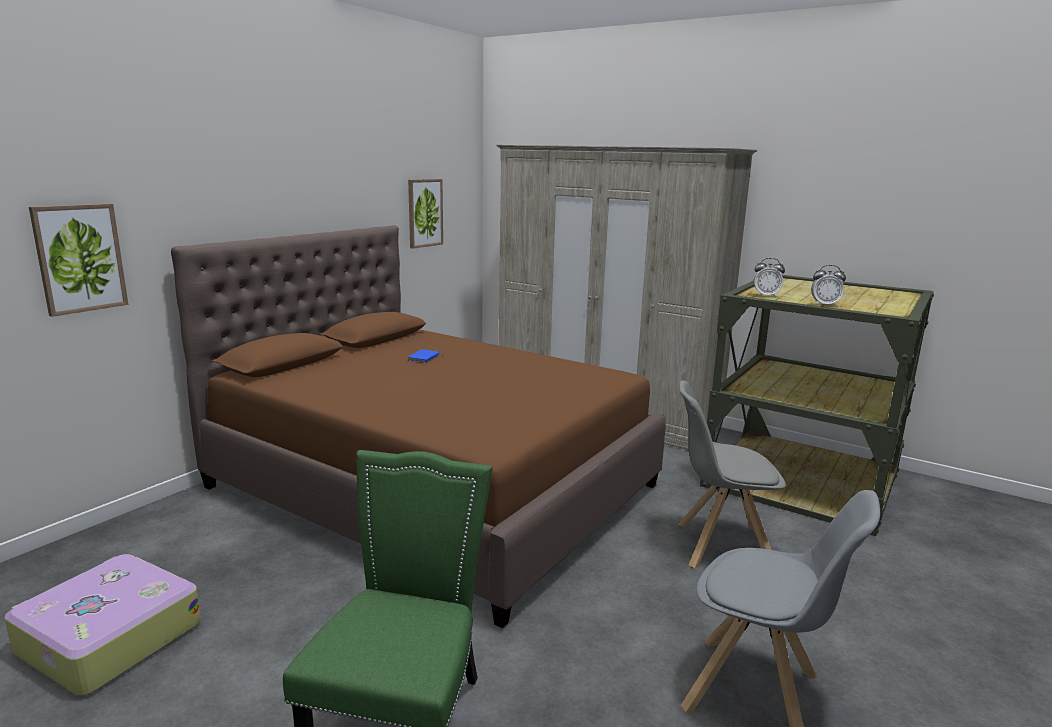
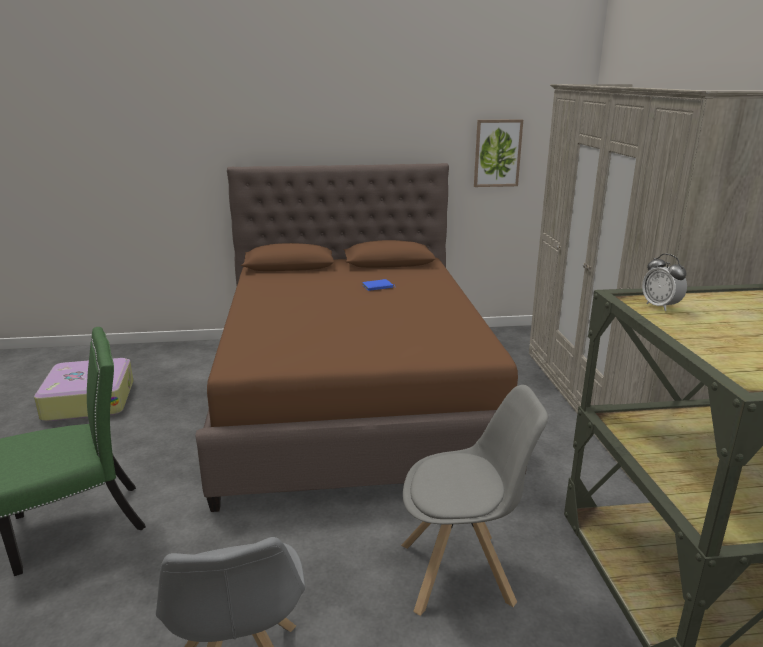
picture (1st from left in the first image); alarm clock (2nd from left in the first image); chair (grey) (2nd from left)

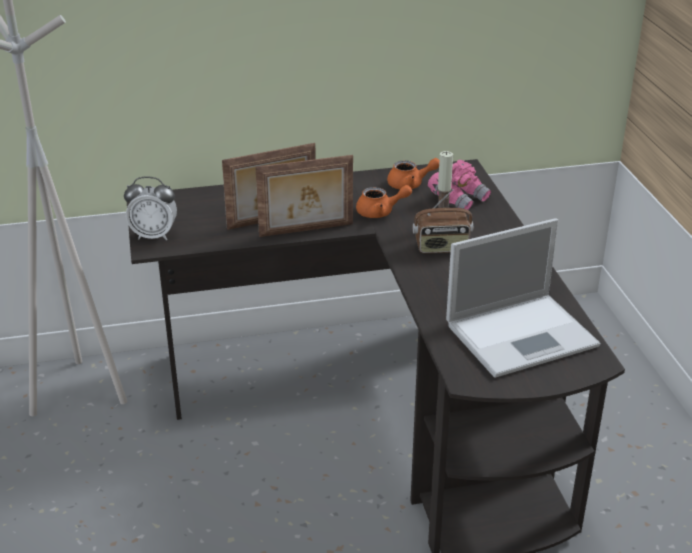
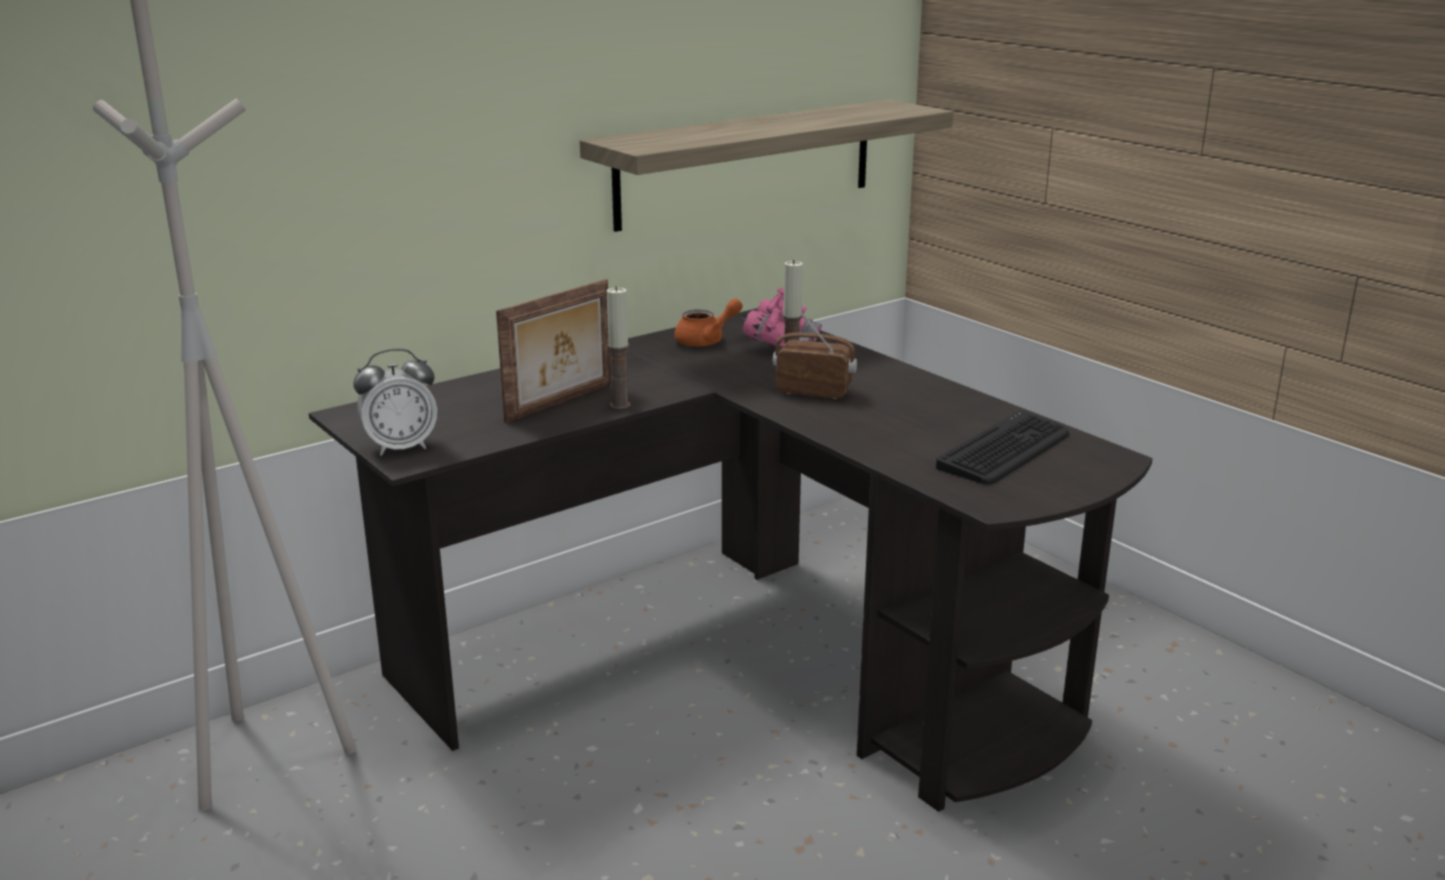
teapot (orange) (1st from left in the first image); shelf; candle (1st from left); keyboard; radio

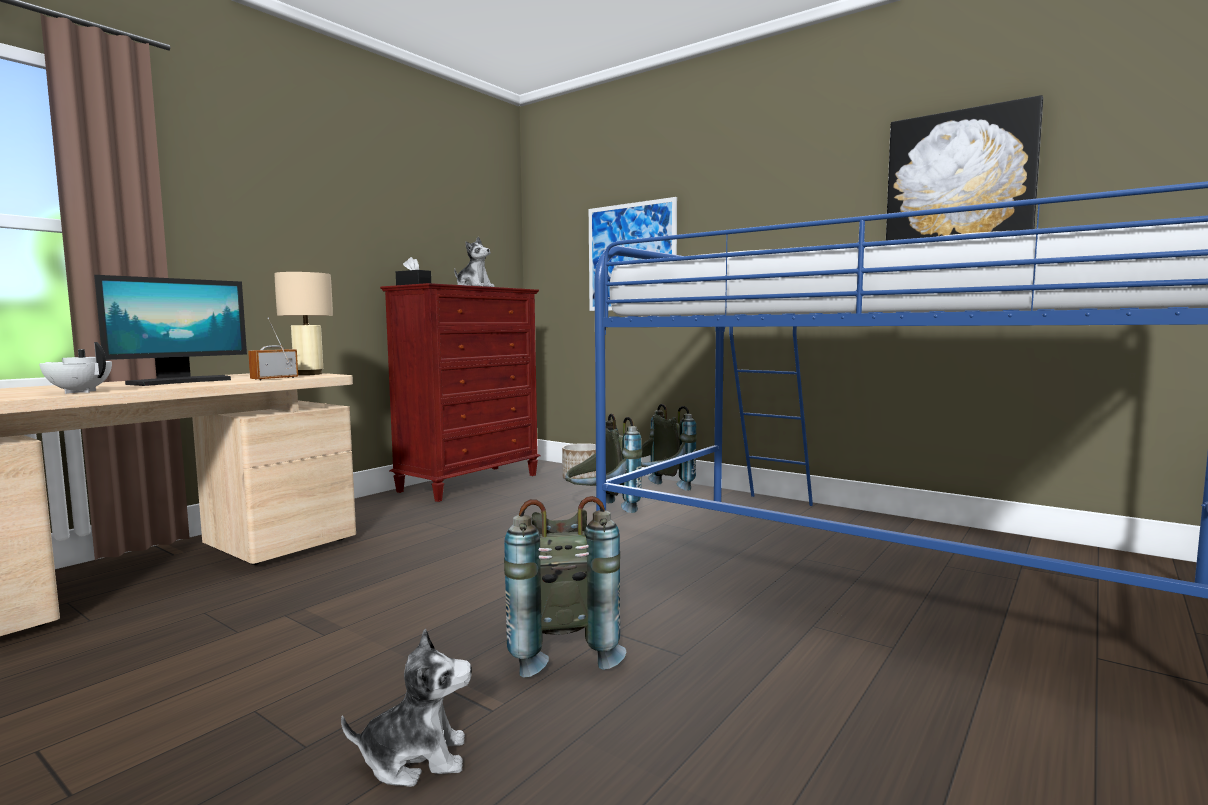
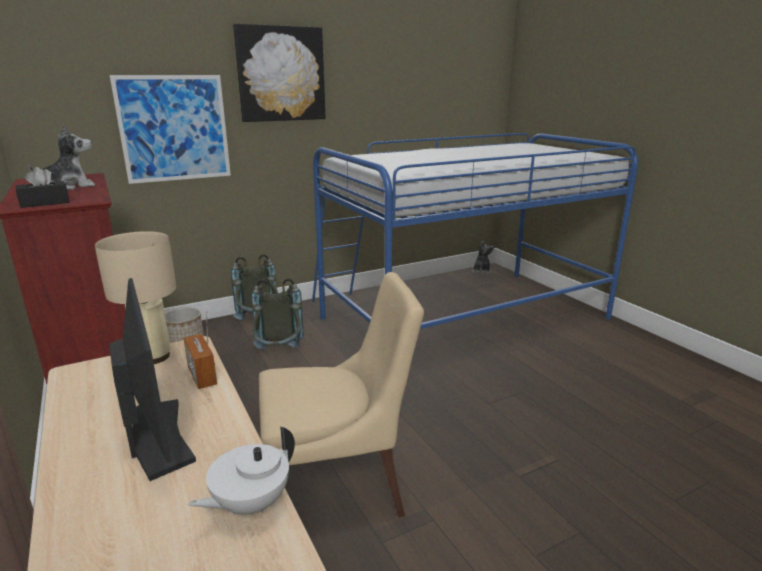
backpack (grey) (1st from left in the first image); chair (beige); plush toy (2nd from left); picture (2nd from left)

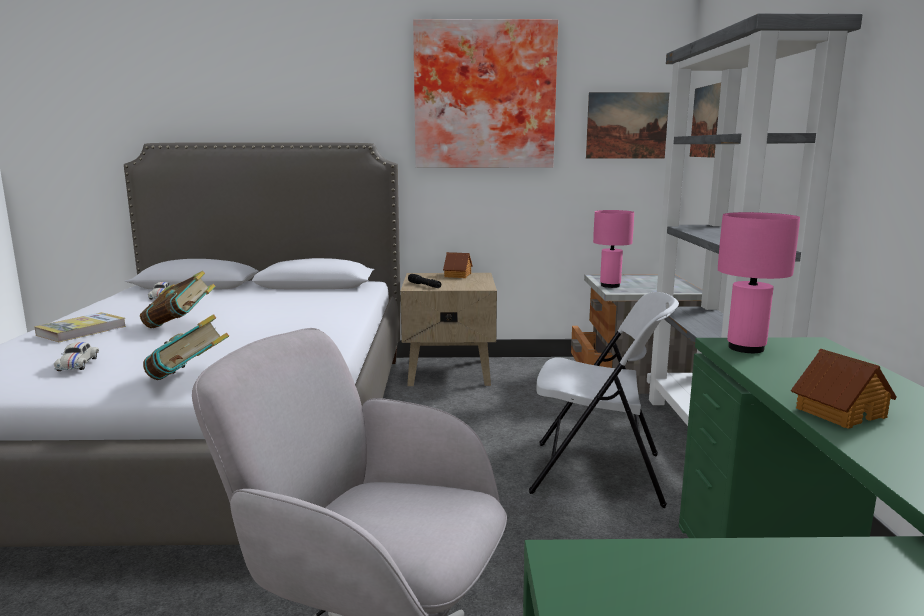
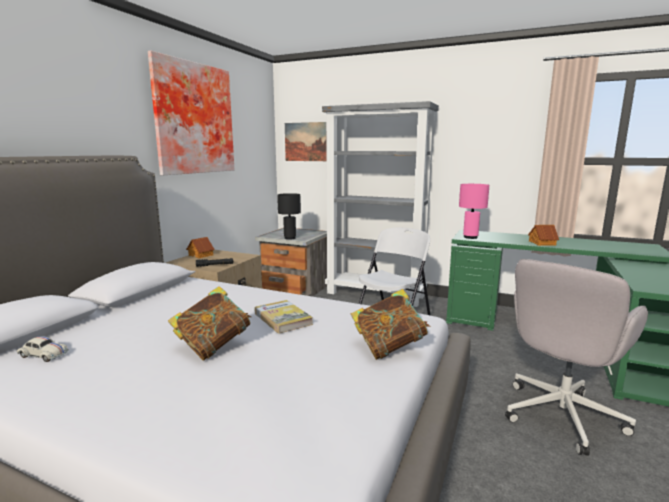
toy car (white) (1st from left in the first image); picture (2nd from left in the first image); book (2nd from left); table lamp (black)

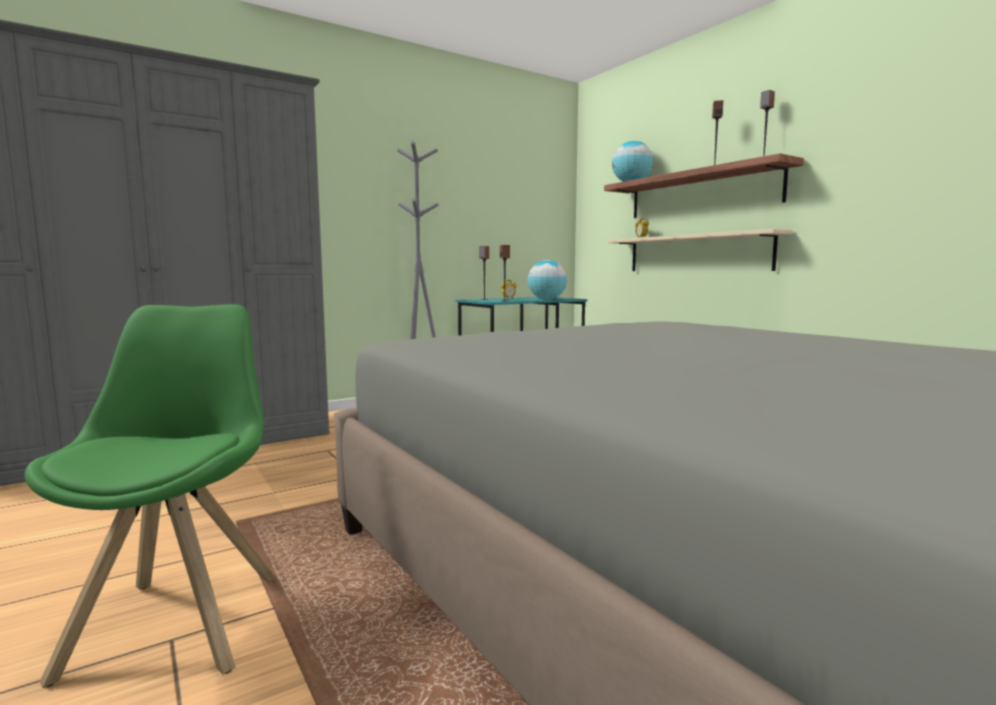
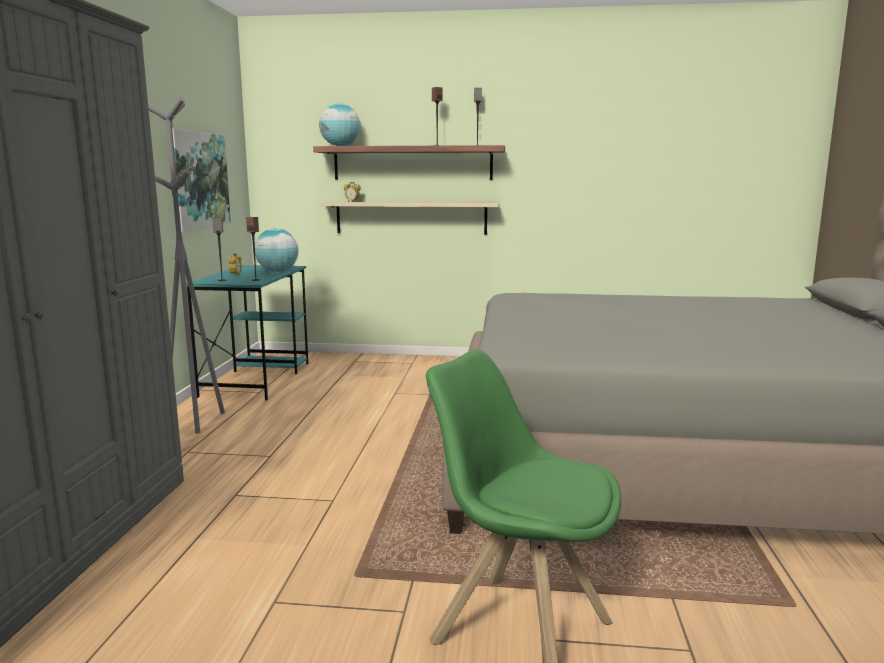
picture

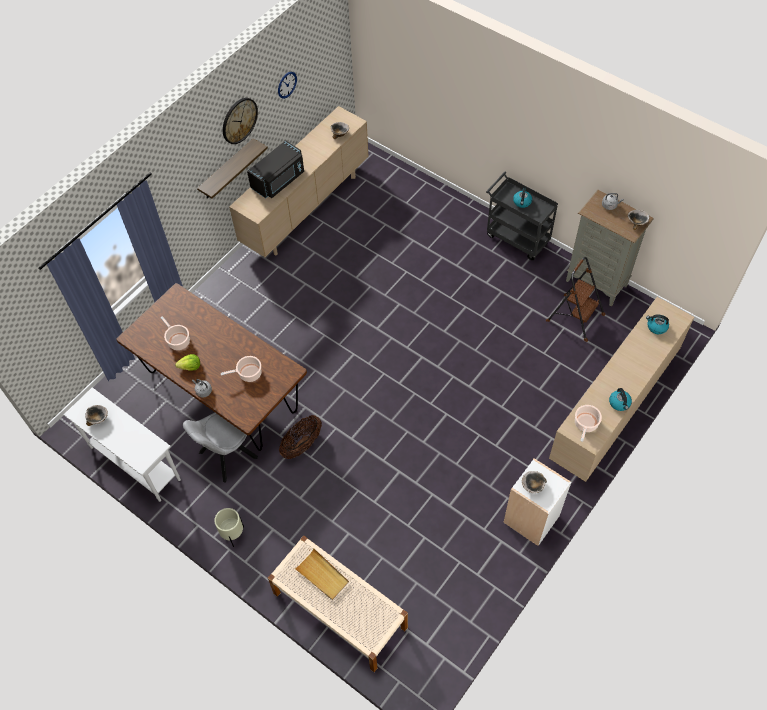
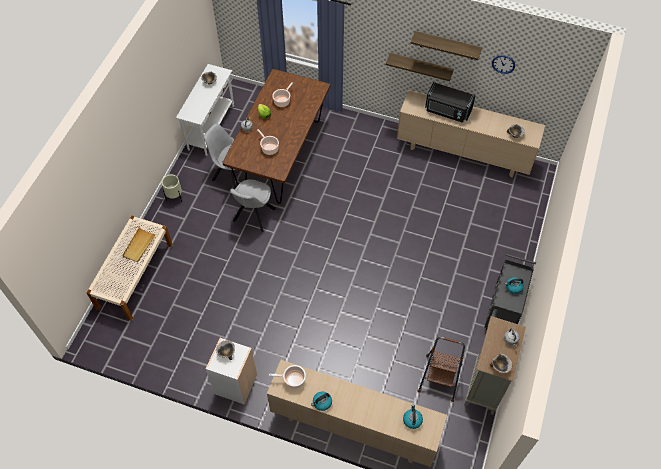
shelf (2nd from left); chair (grey) (2nd from left)

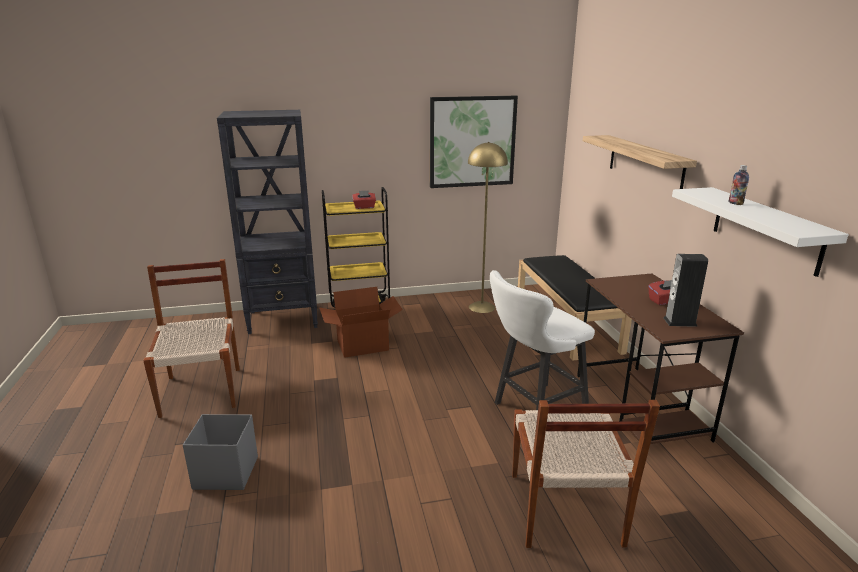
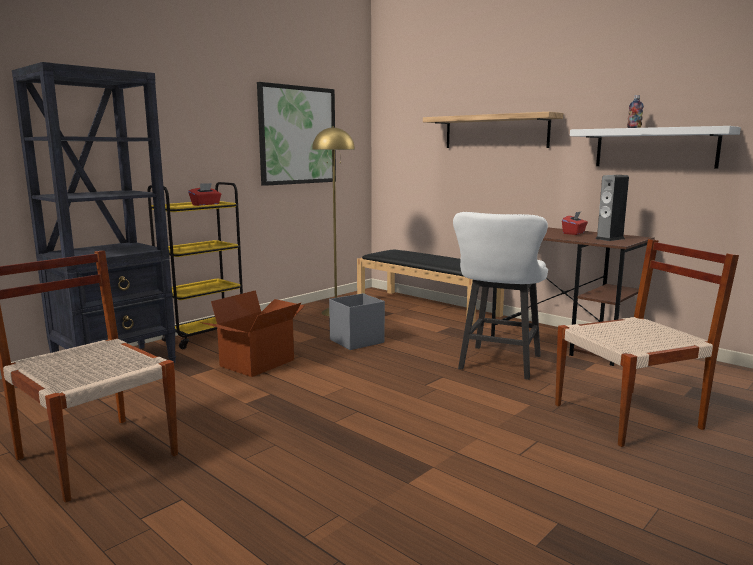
storage box (grey); chair (2nd from left)

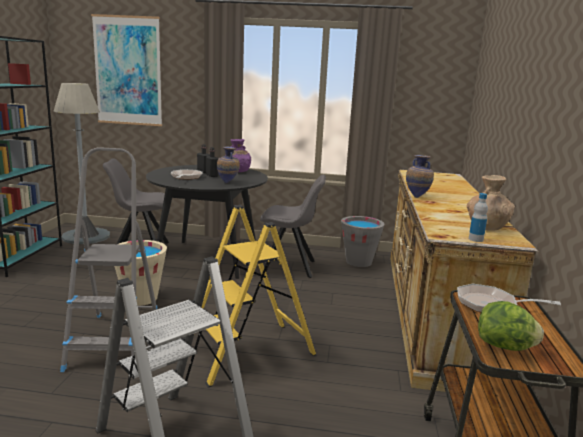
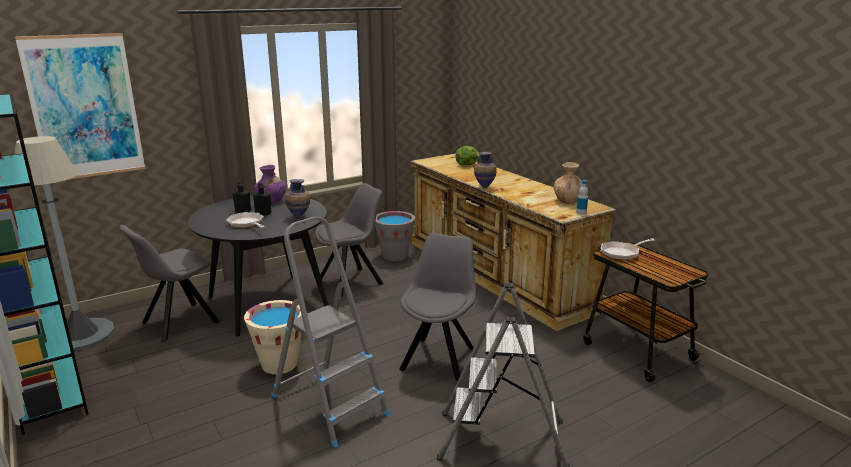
lettuce; chair (grey) (3rd from left)

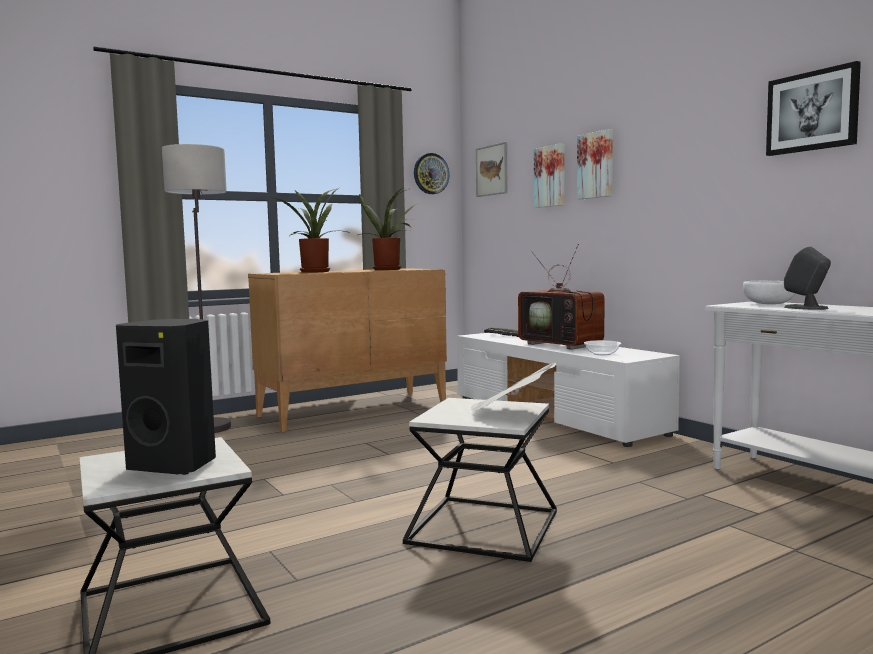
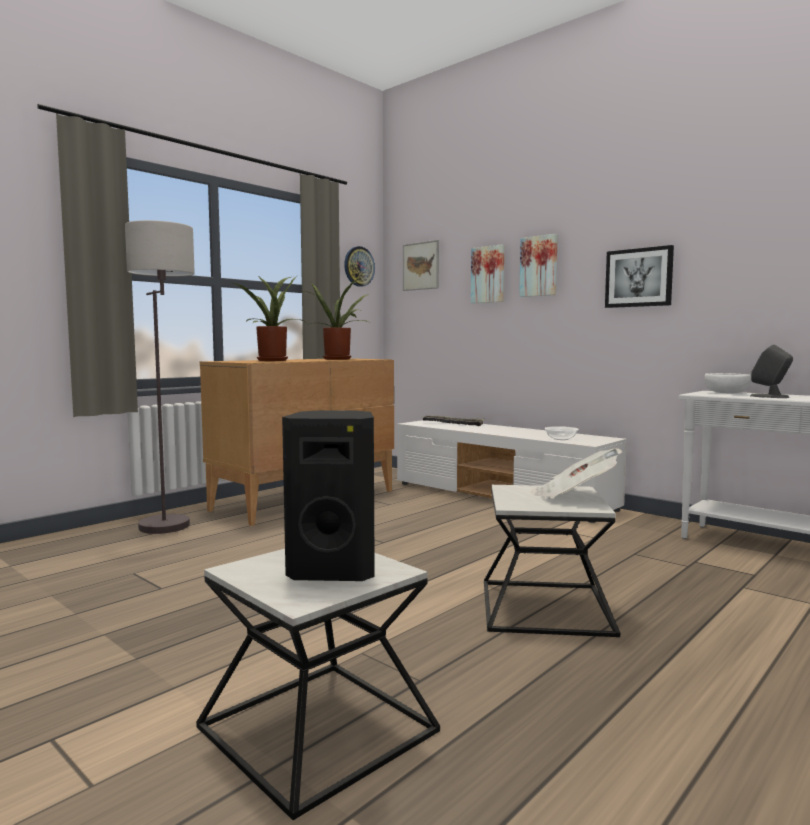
television; picture (4th from left)

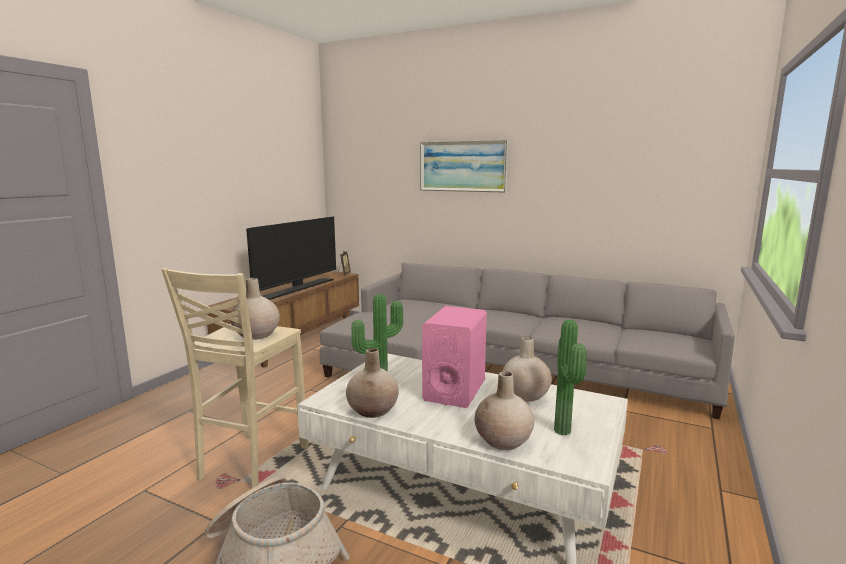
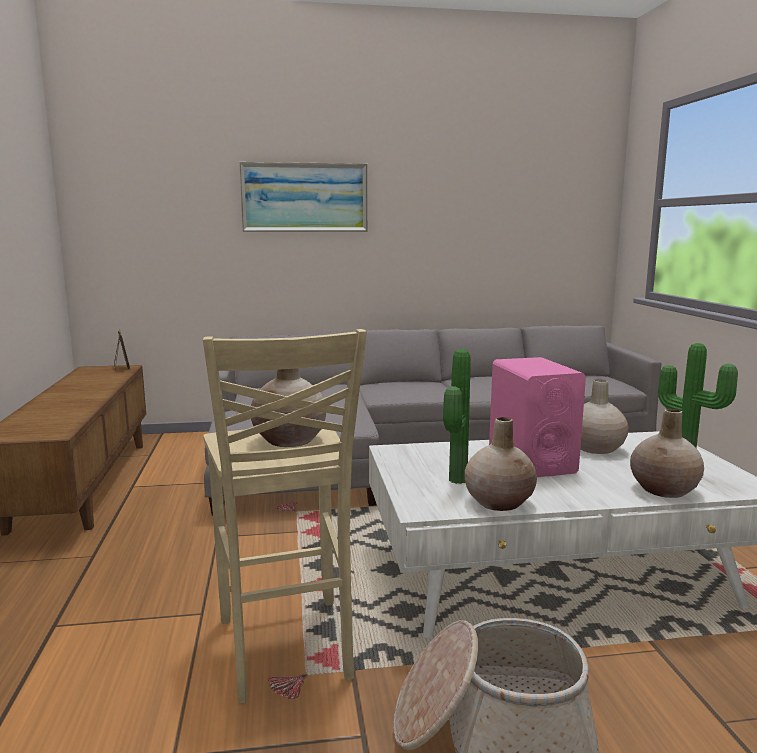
television

